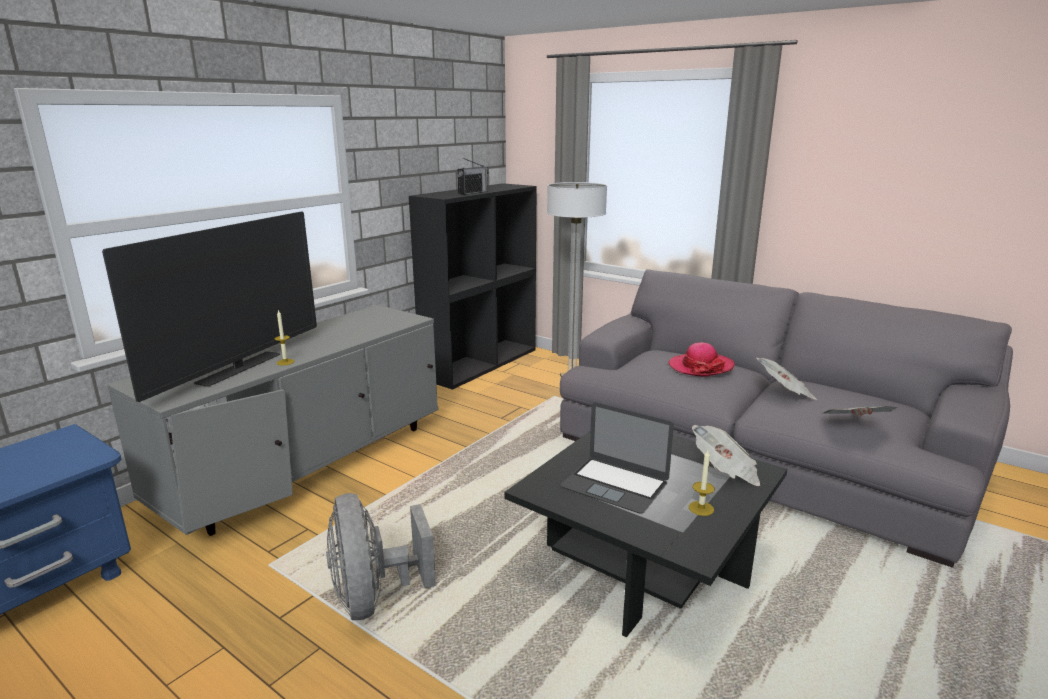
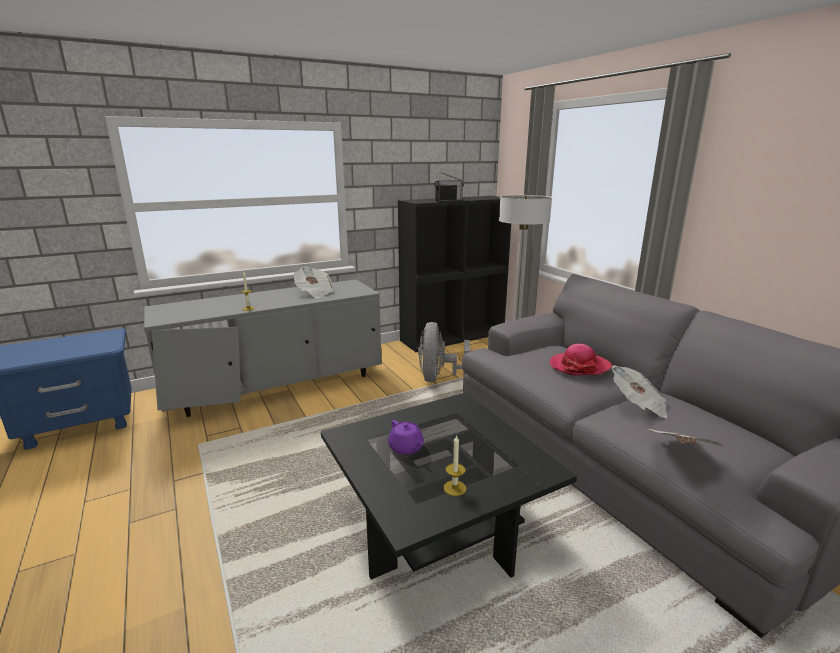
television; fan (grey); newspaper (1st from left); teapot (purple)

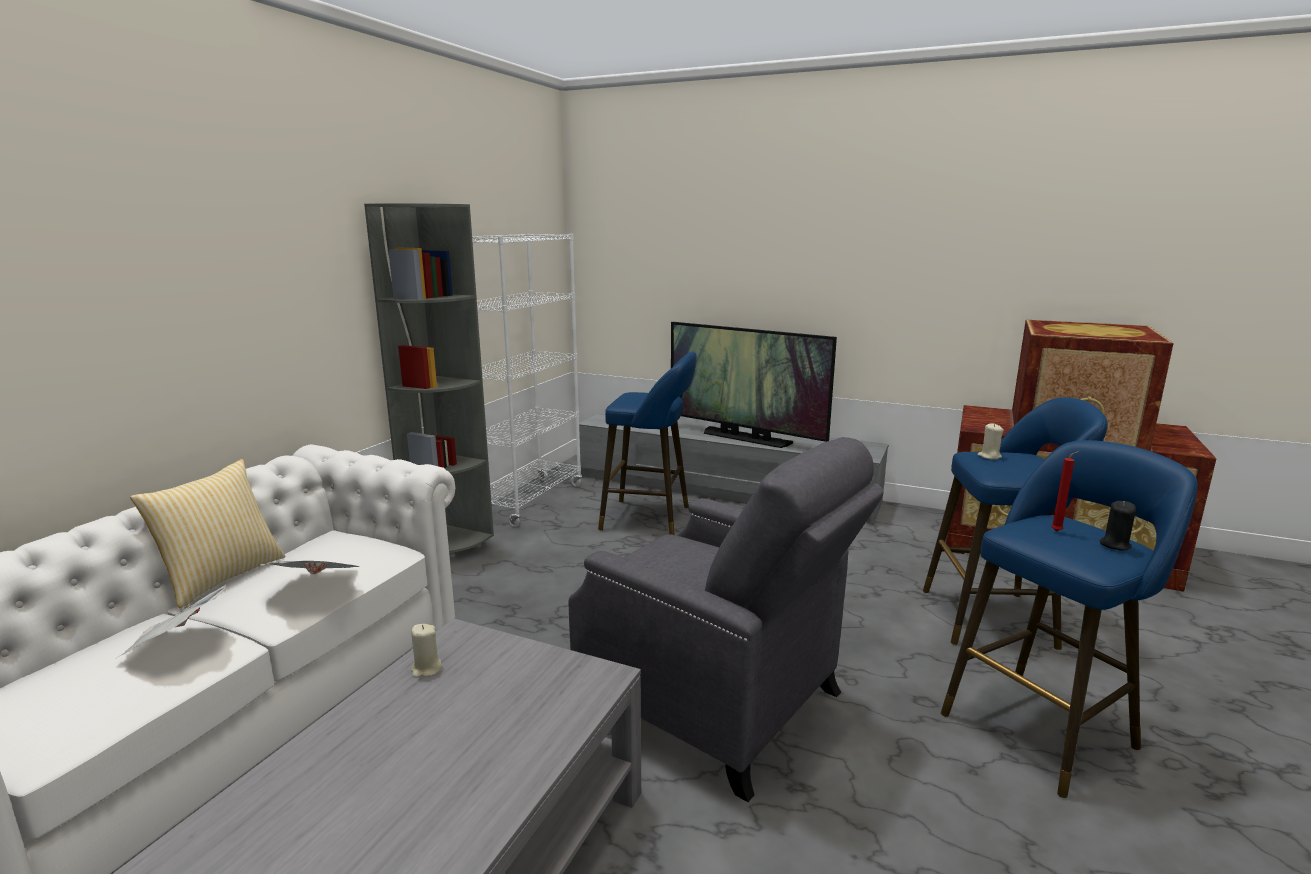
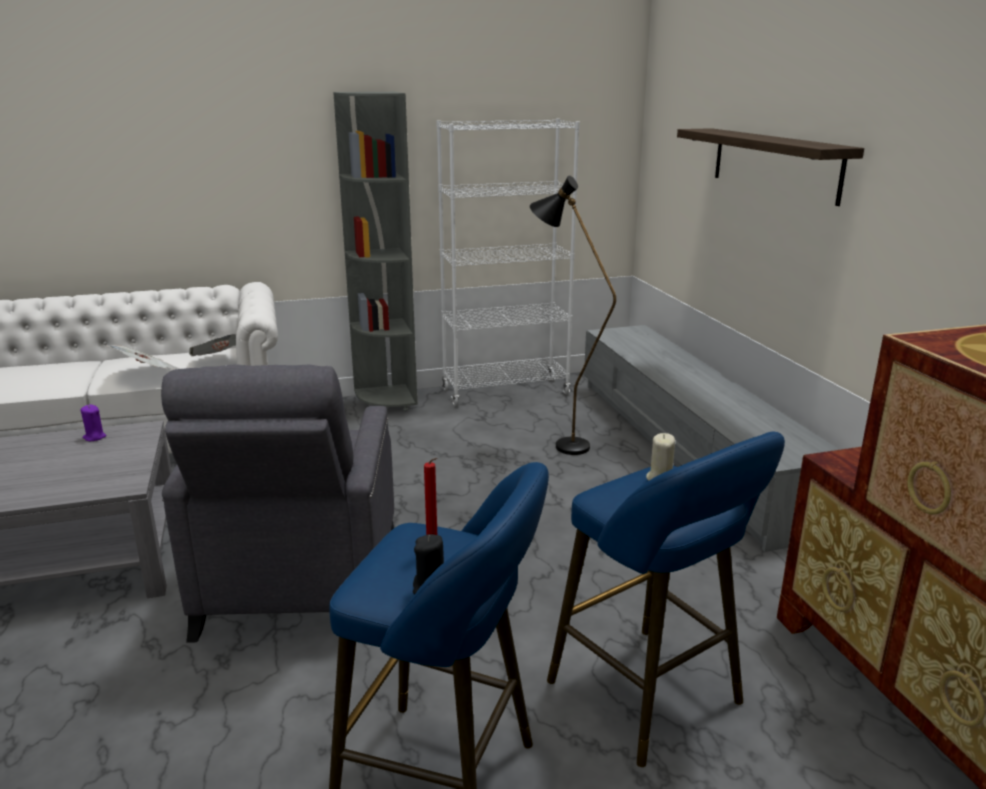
pillow; television; shelf; newspaper (2nd from left); floor lamp (black); candle (purple)

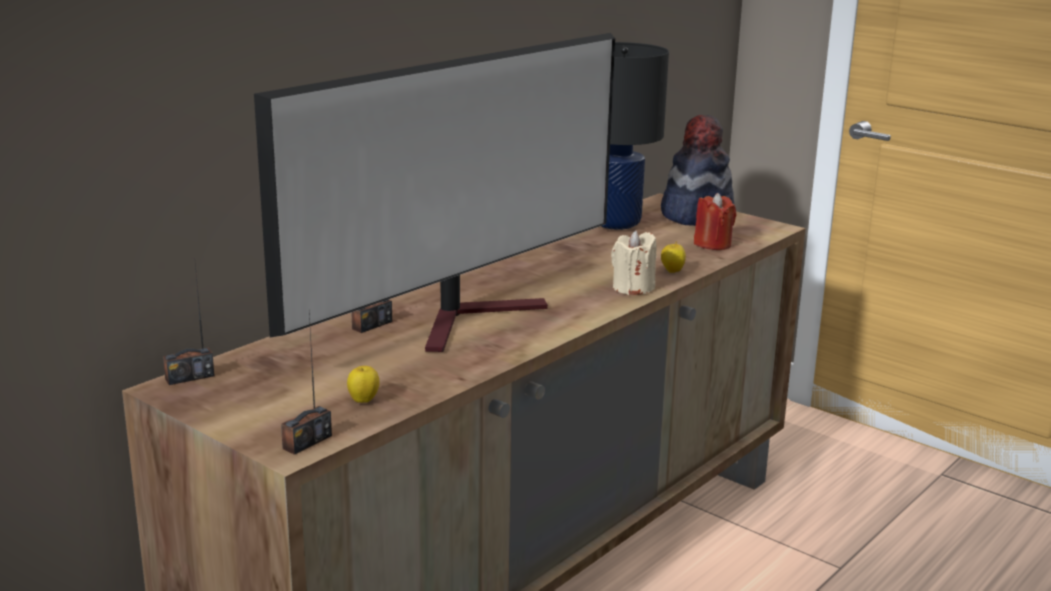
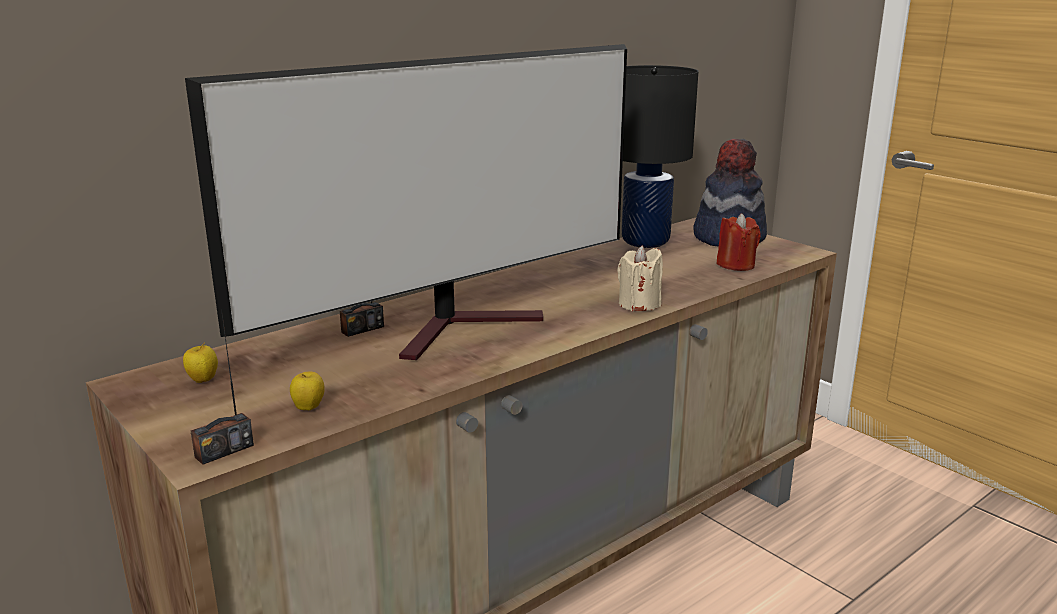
radio (1st from left in the first image); apple (1st from left)

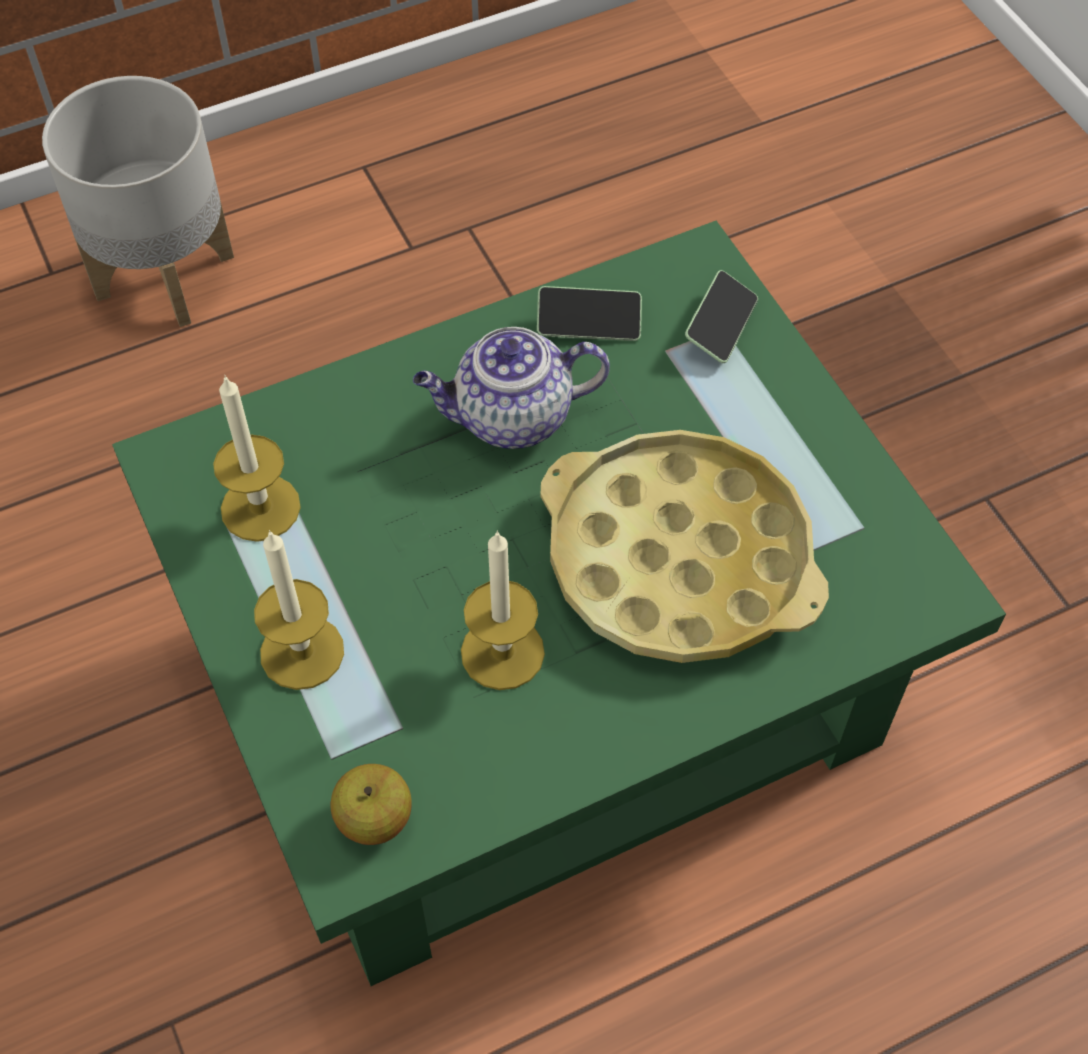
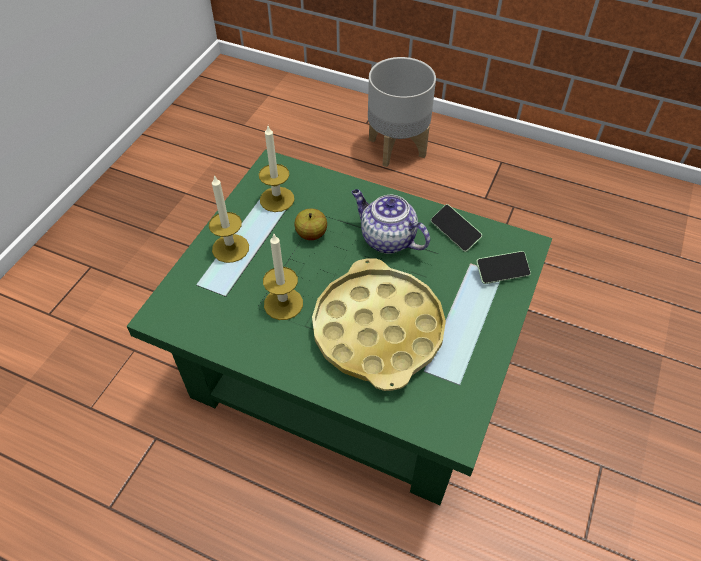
apple

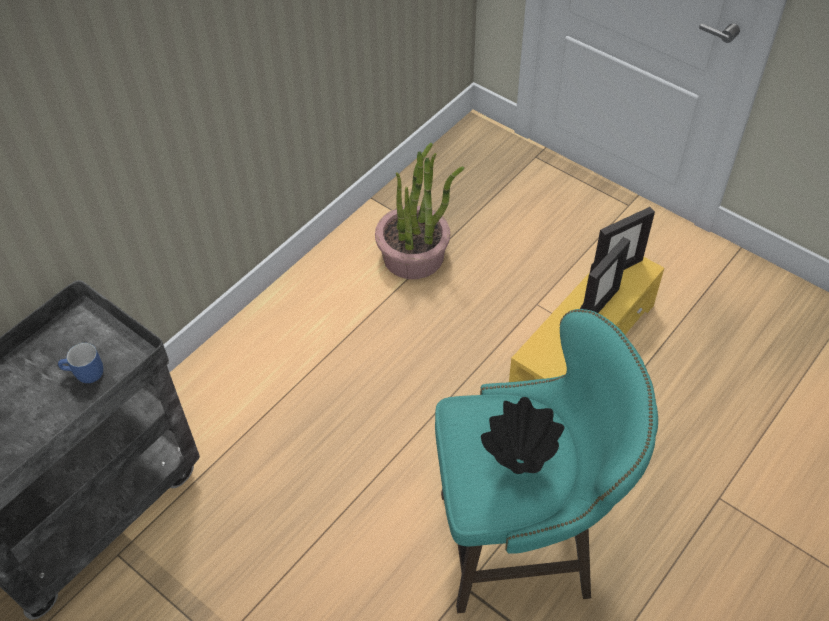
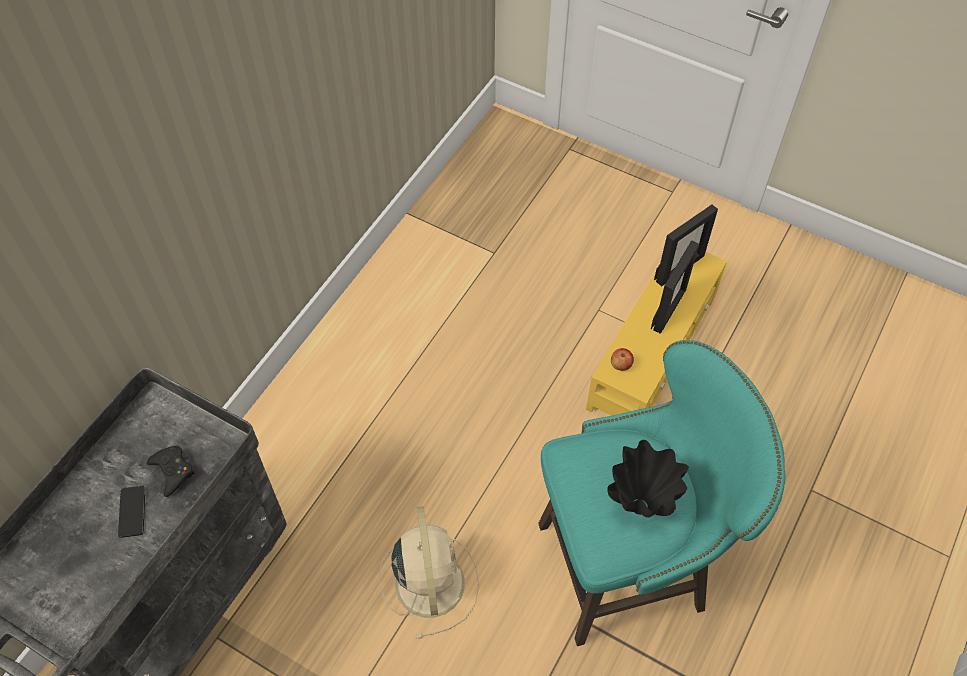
potted plant; phone; fan (beige); apple; game controller (black)

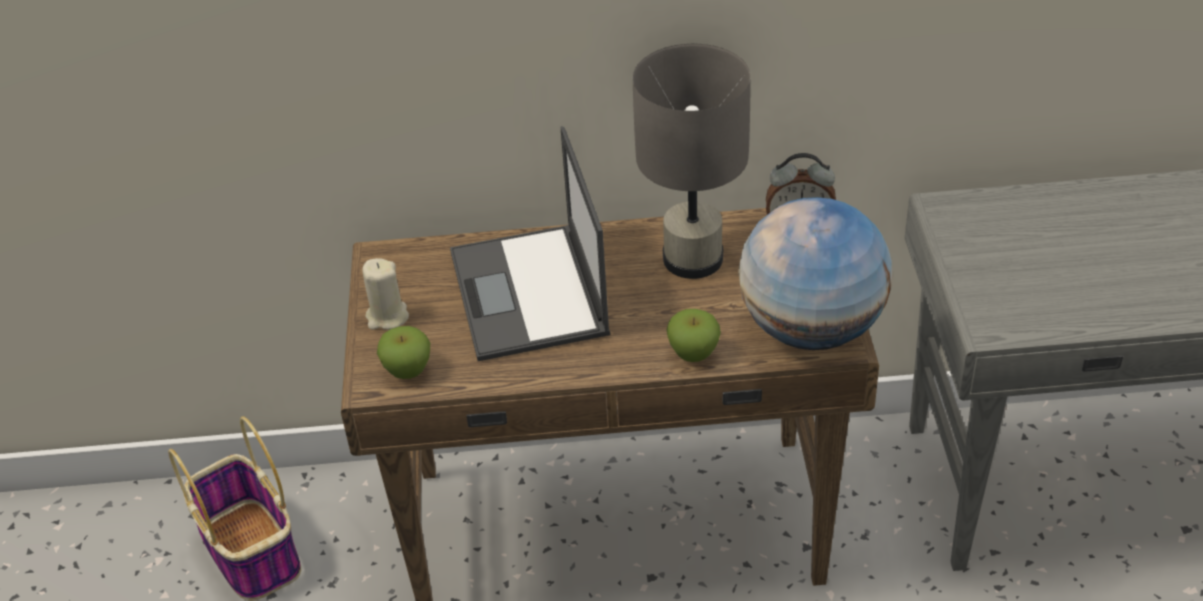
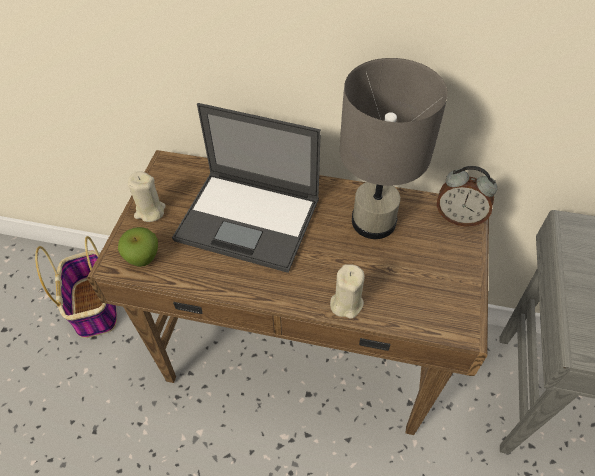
globe; candle (beige) (2nd from left); laptop

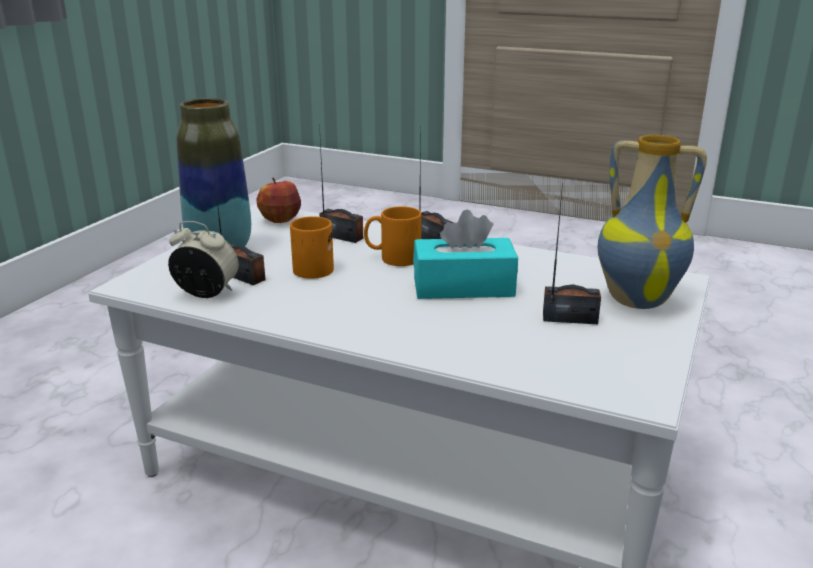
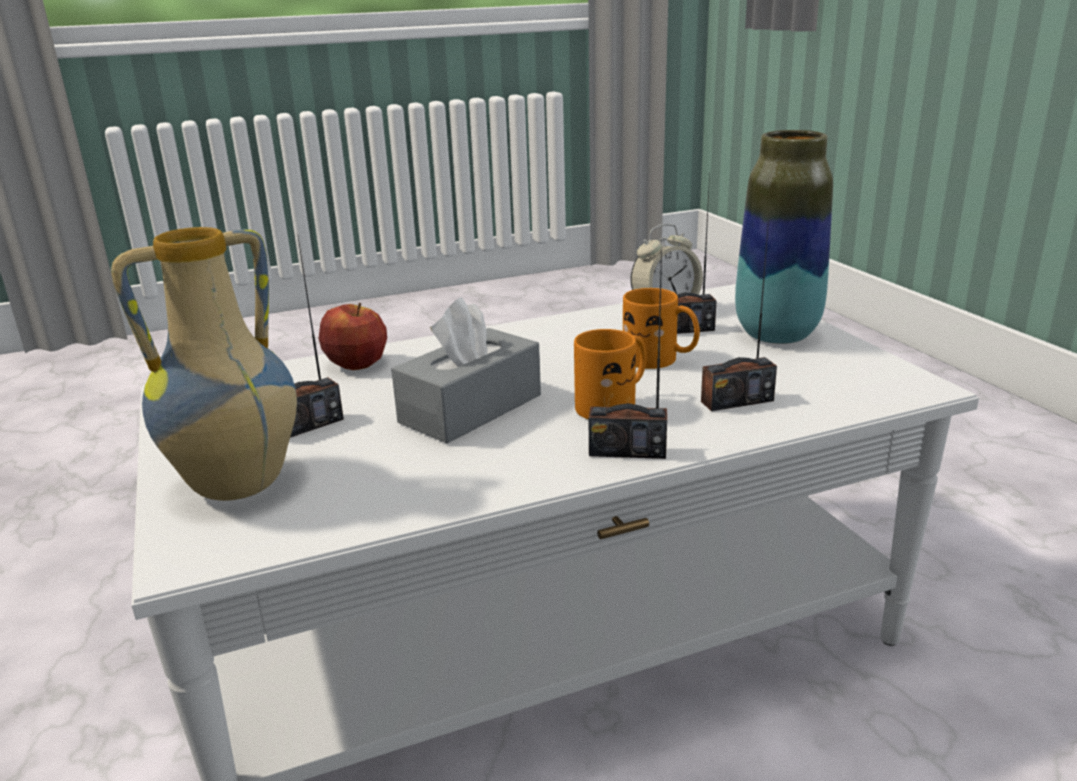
apple; tissue box (grey)

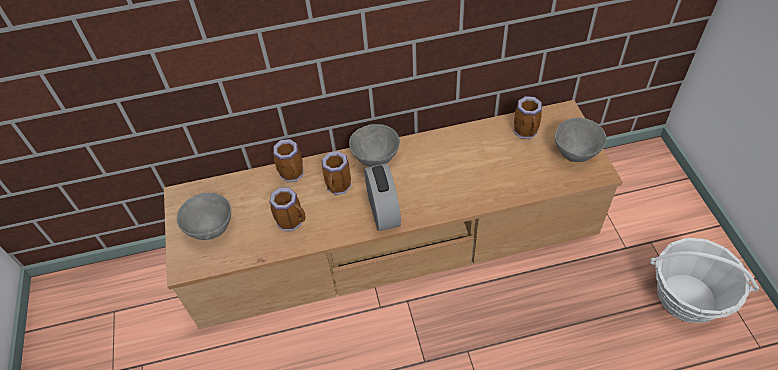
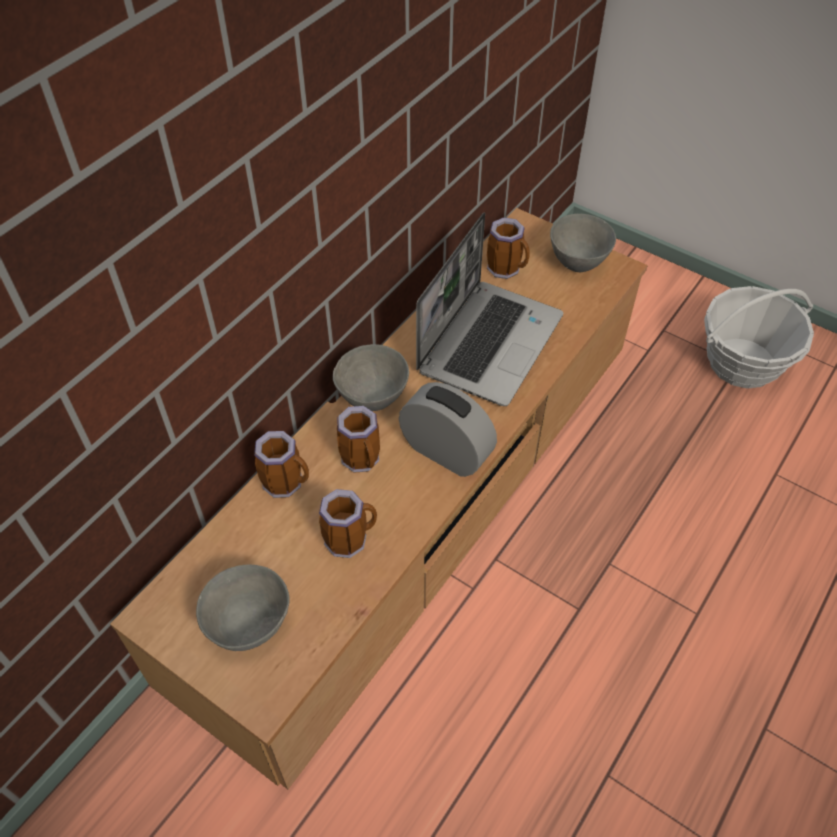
laptop

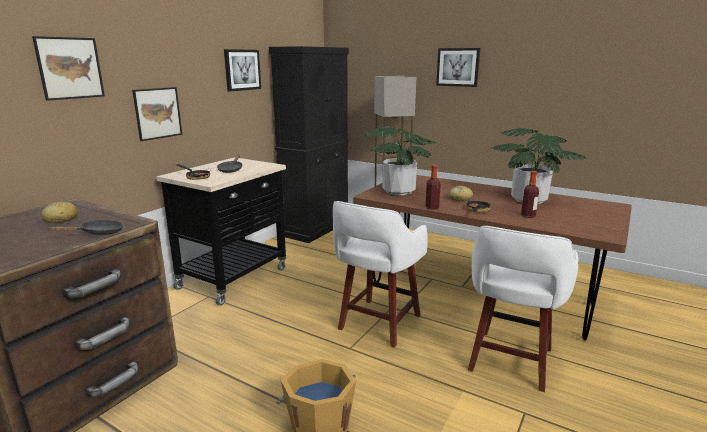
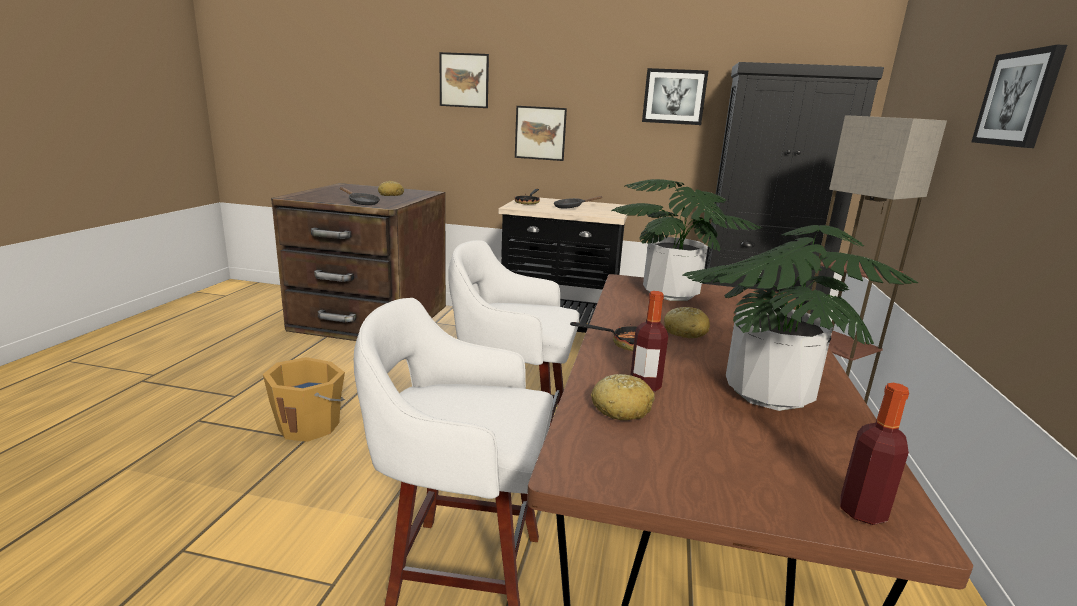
bread (2nd from left); bottle (2nd from left)

